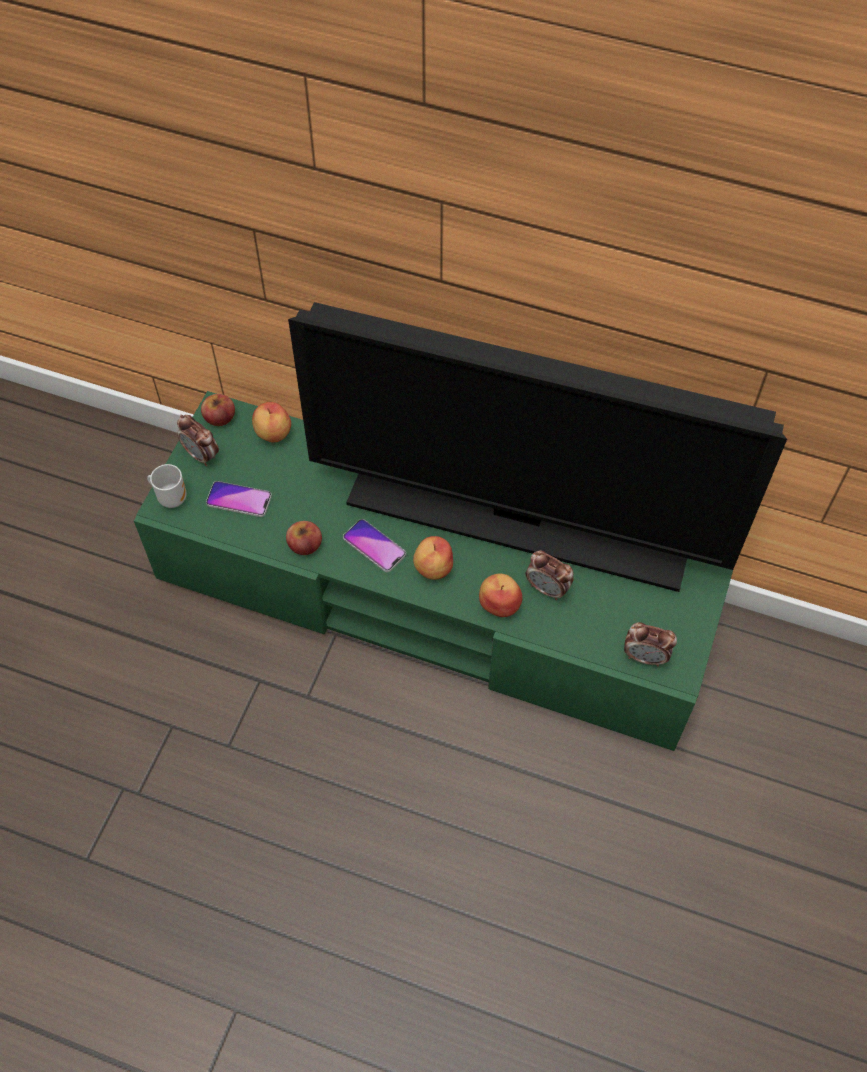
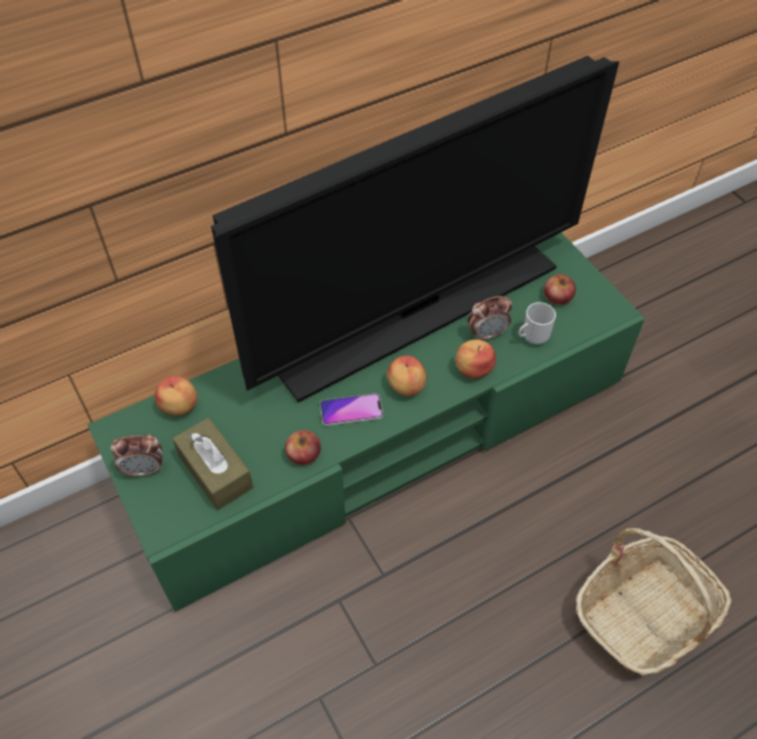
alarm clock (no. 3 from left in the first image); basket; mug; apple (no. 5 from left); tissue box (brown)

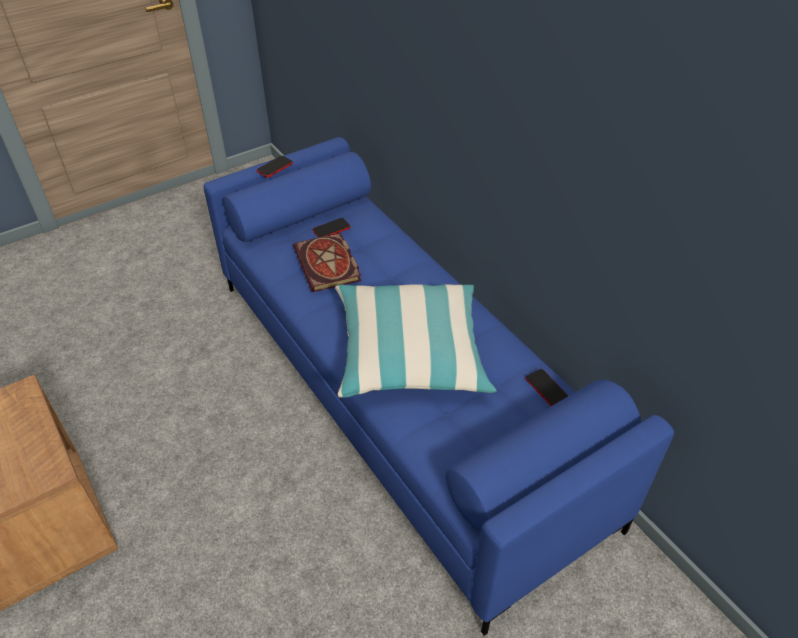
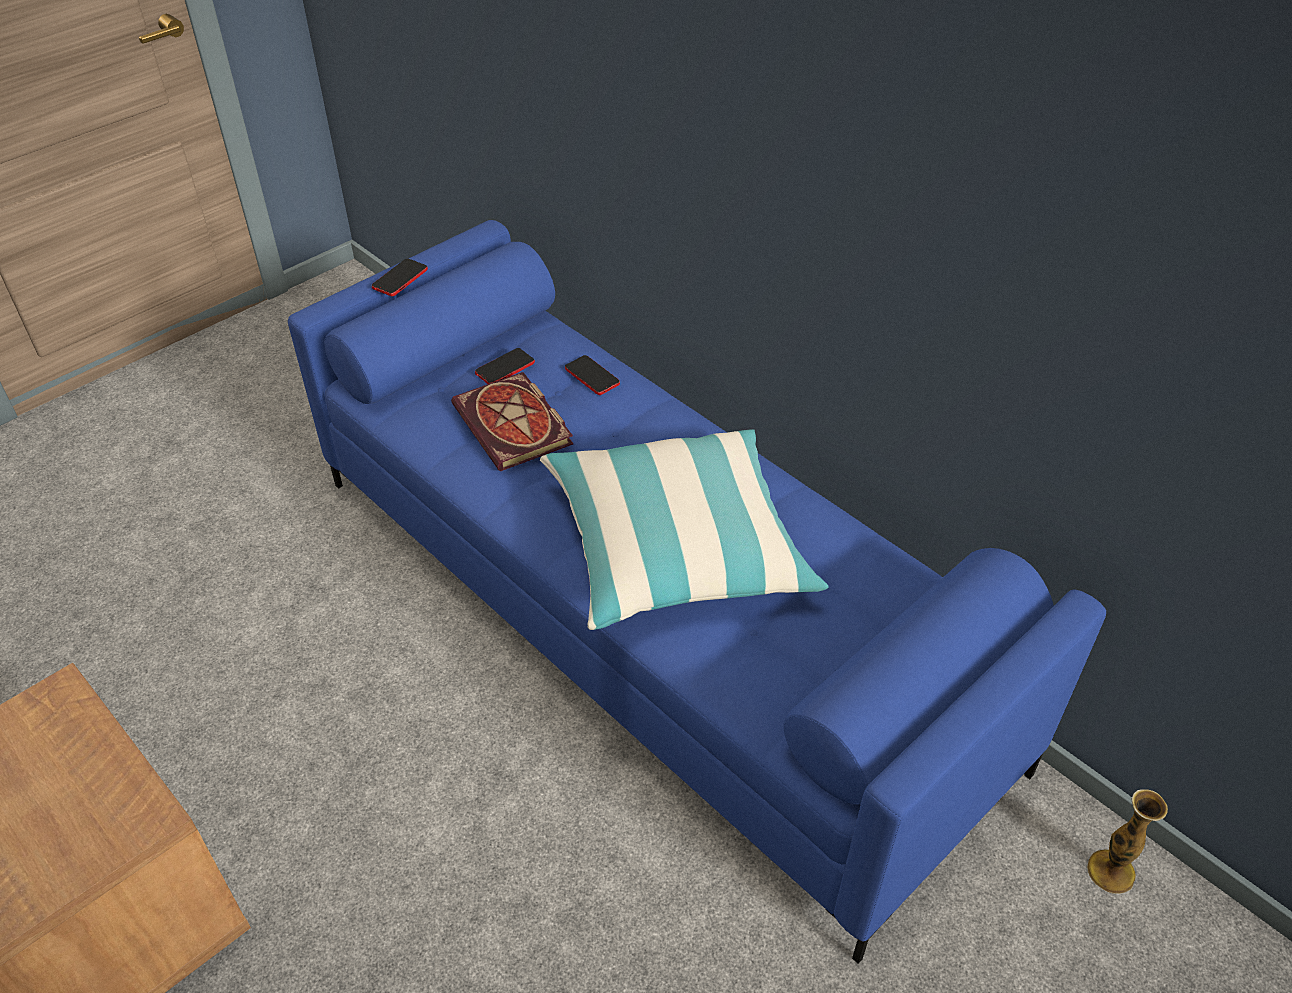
vase; phone (no. 3 from left)

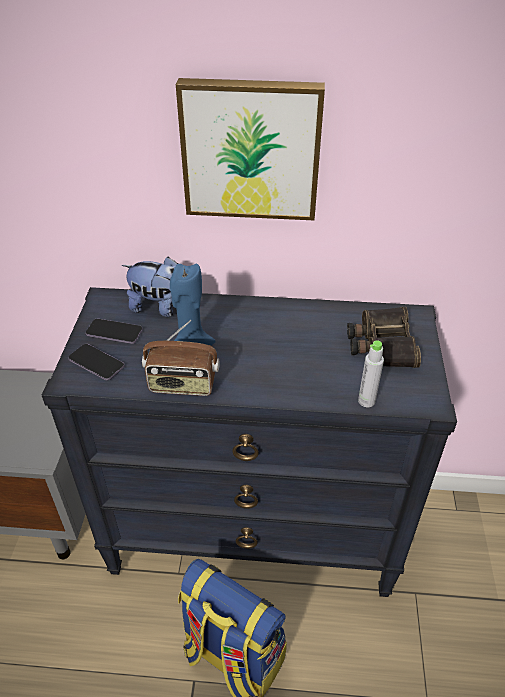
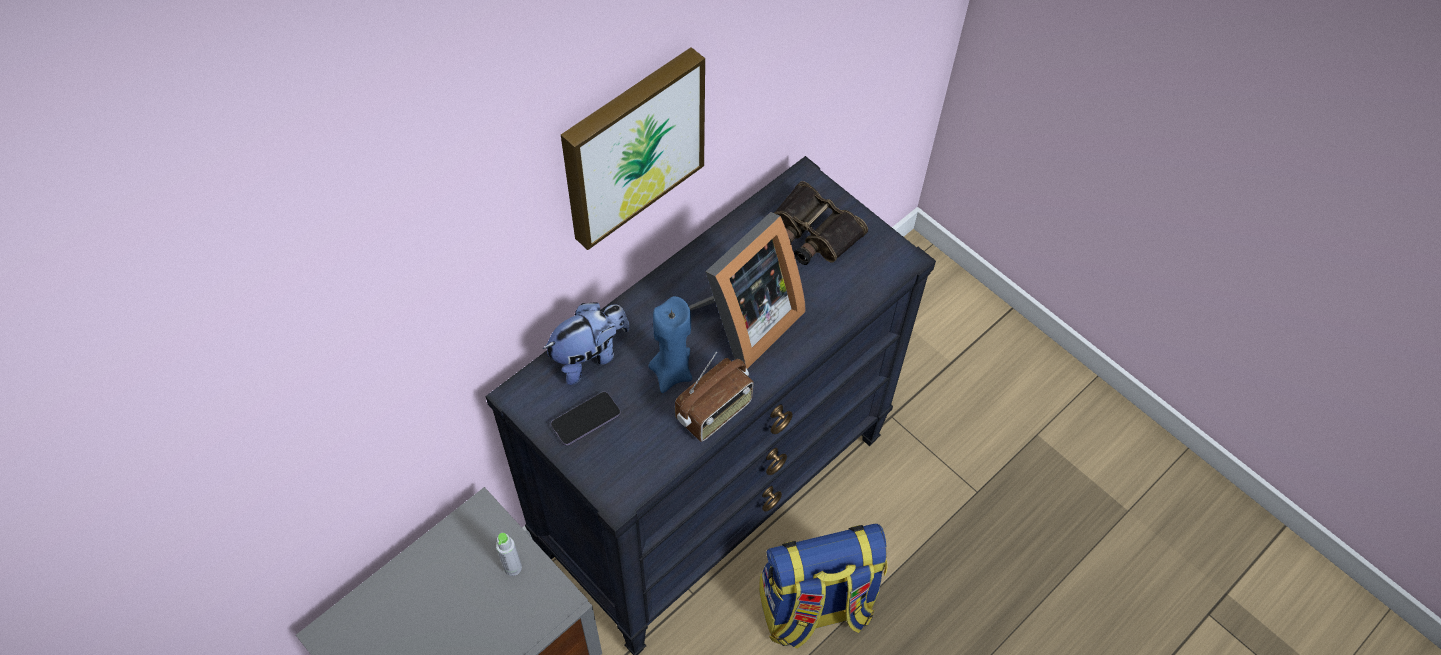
phone (no. 1 from left in the first image); picture frame; bottle (grey)

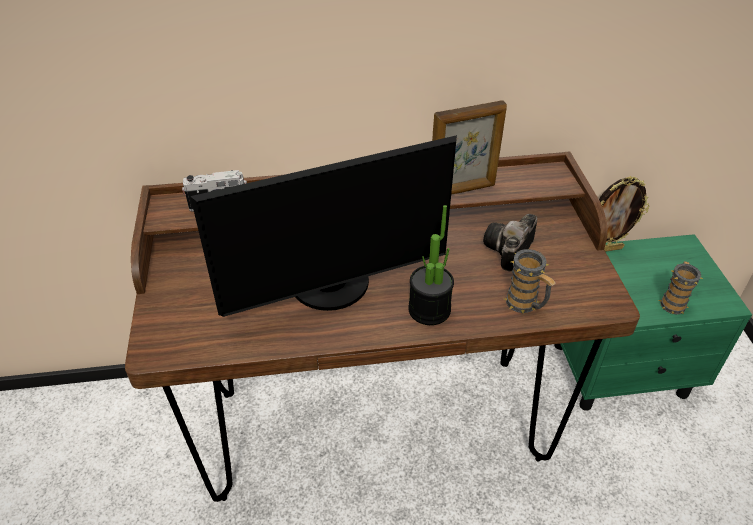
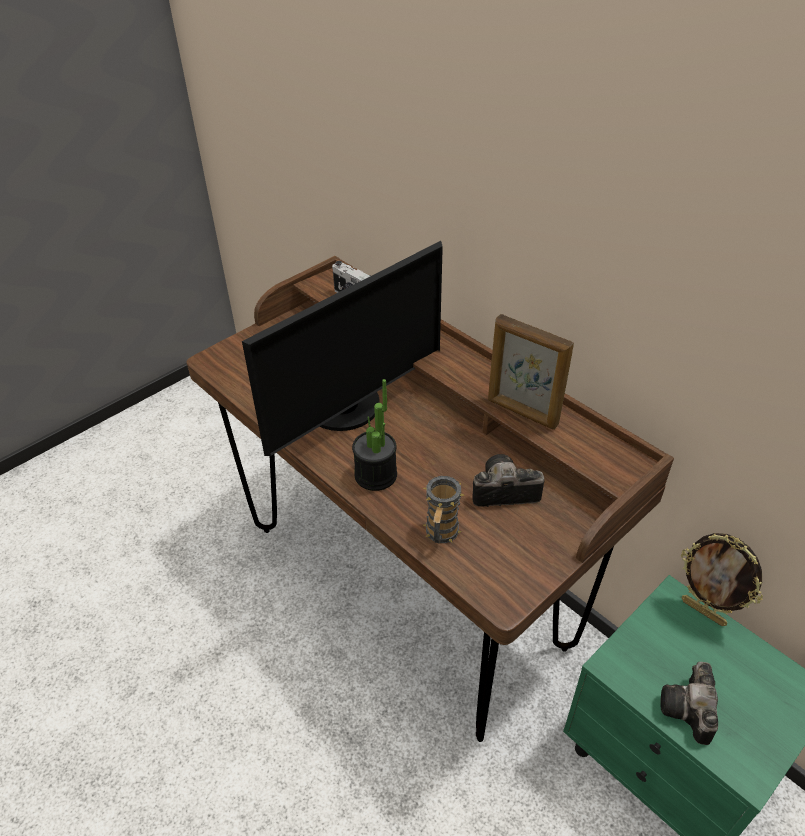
photo camera (no. 3 from left); monitor

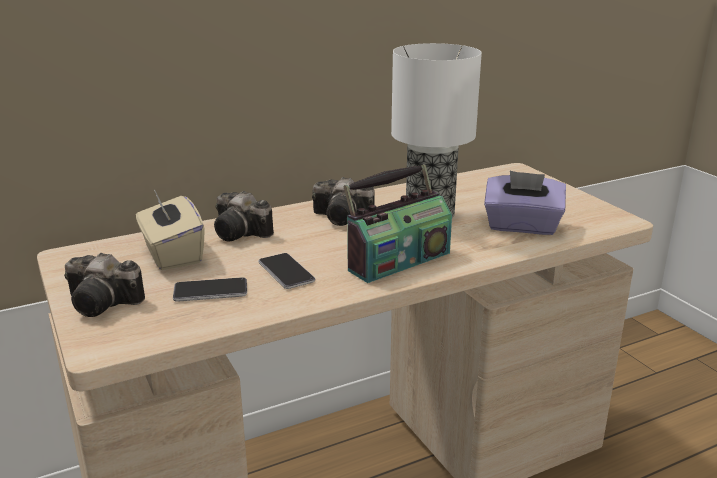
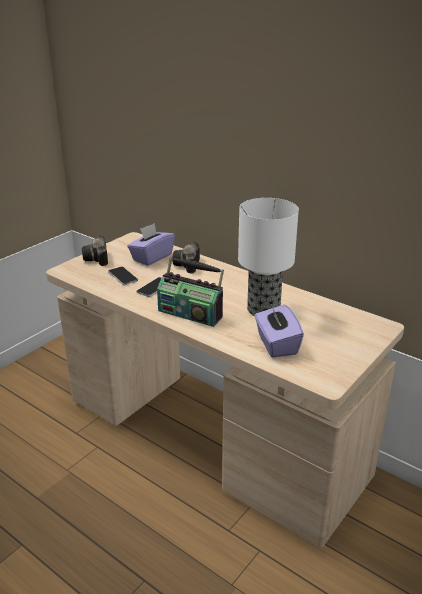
photo camera (no. 3 from left in the first image); tissue box (purple) (no. 1 from left)

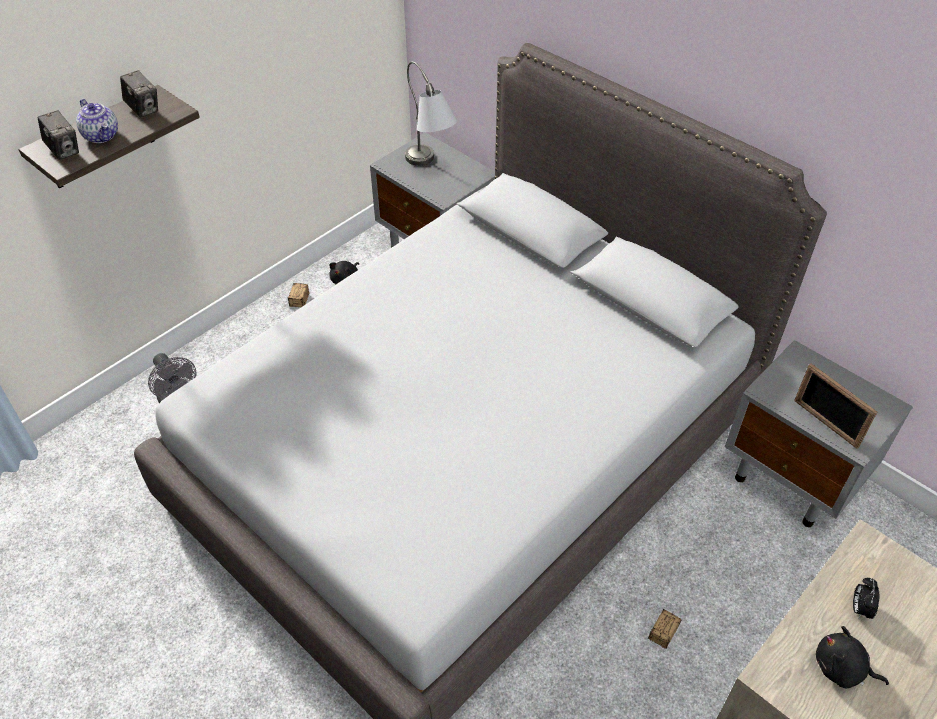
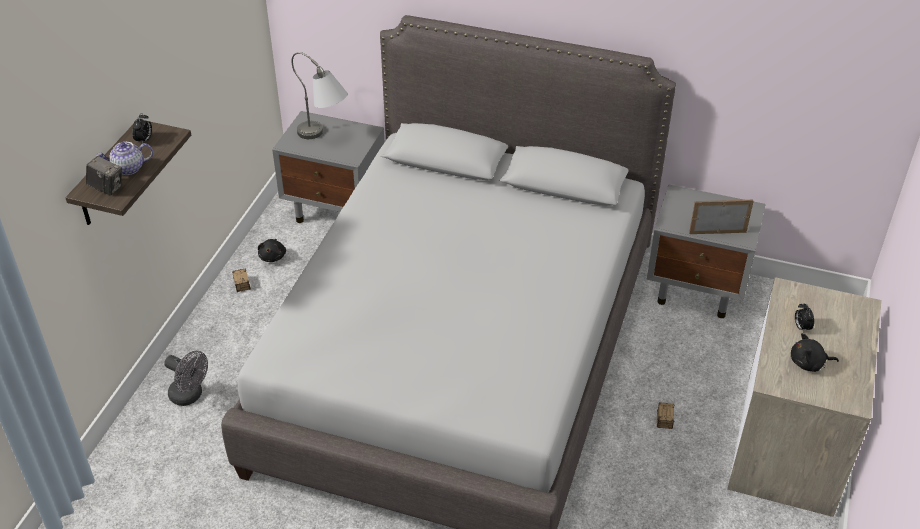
alarm clock (no. 1 from left); teapot; picture frame

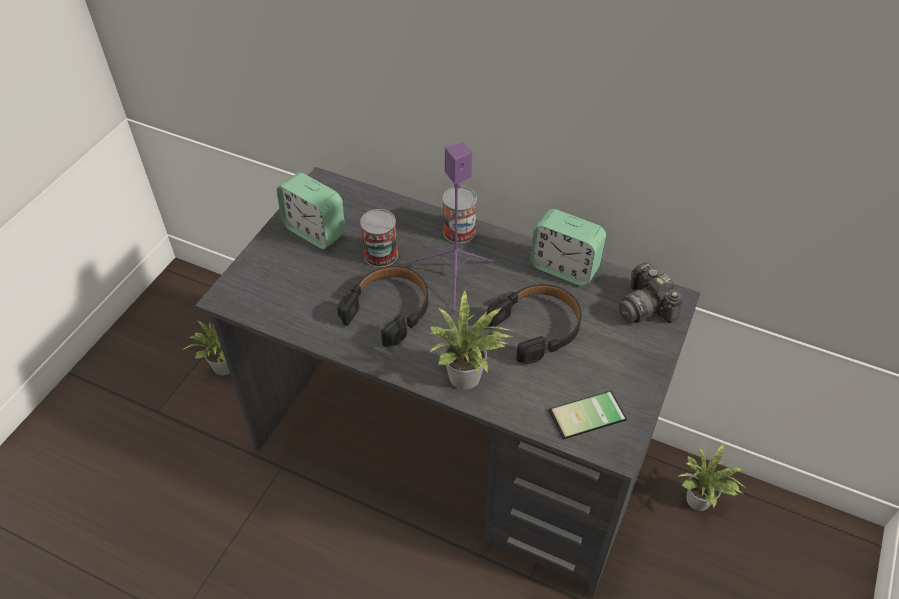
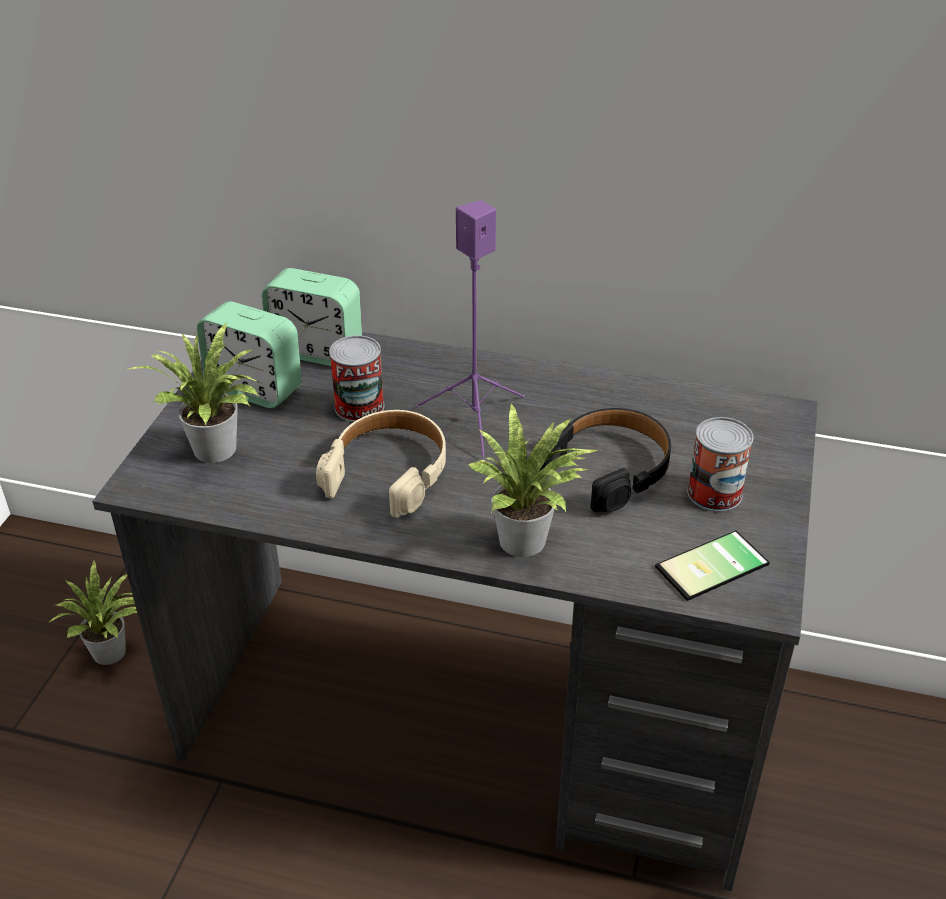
photo camera; can (no. 2 from left); alarm clock (no. 2 from left); potted plant (no. 2 from left); headphones (beige)

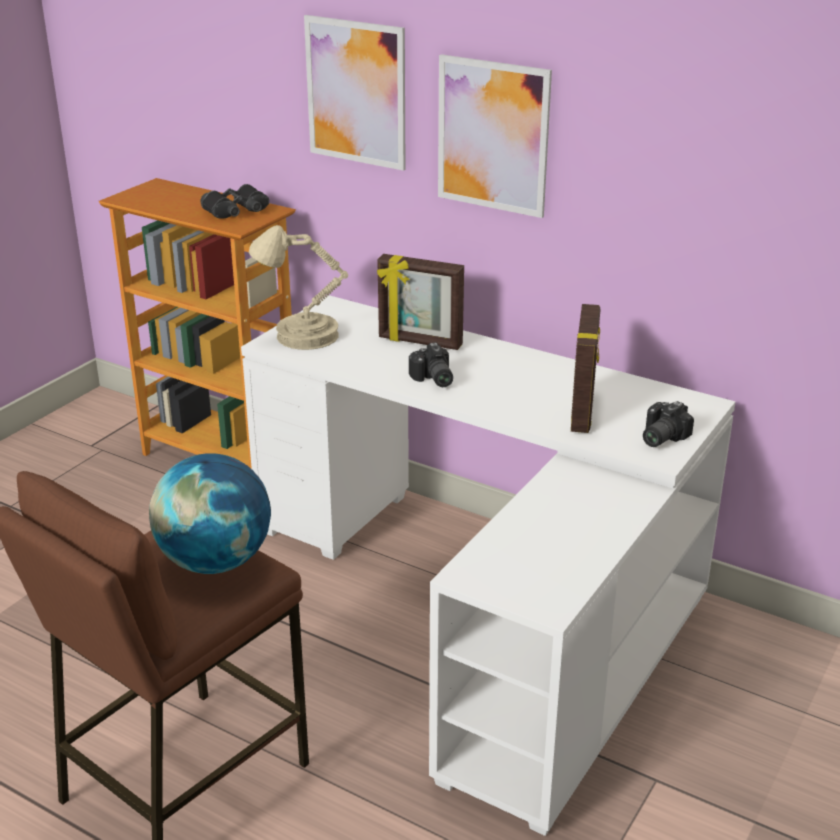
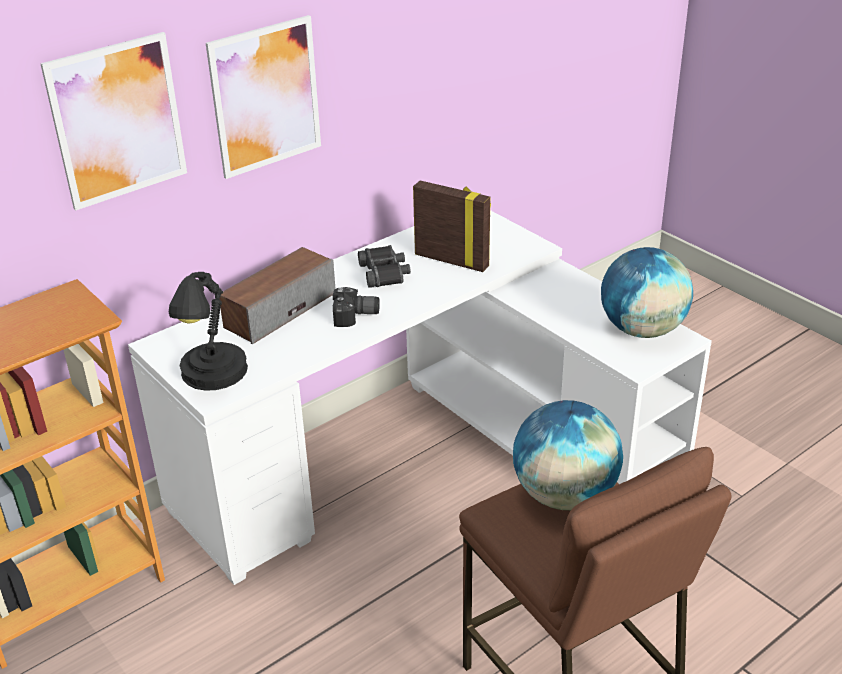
photo camera (no. 2 from left in the first image); globe (no. 2 from left); binoculars (black); speaker; table lamp (black)

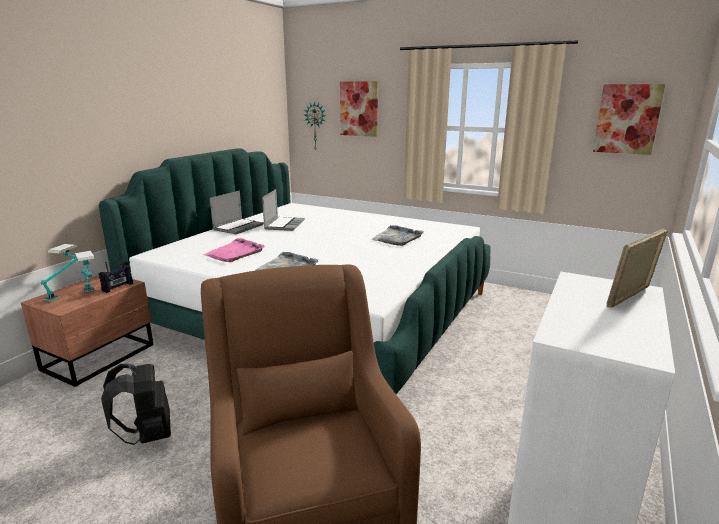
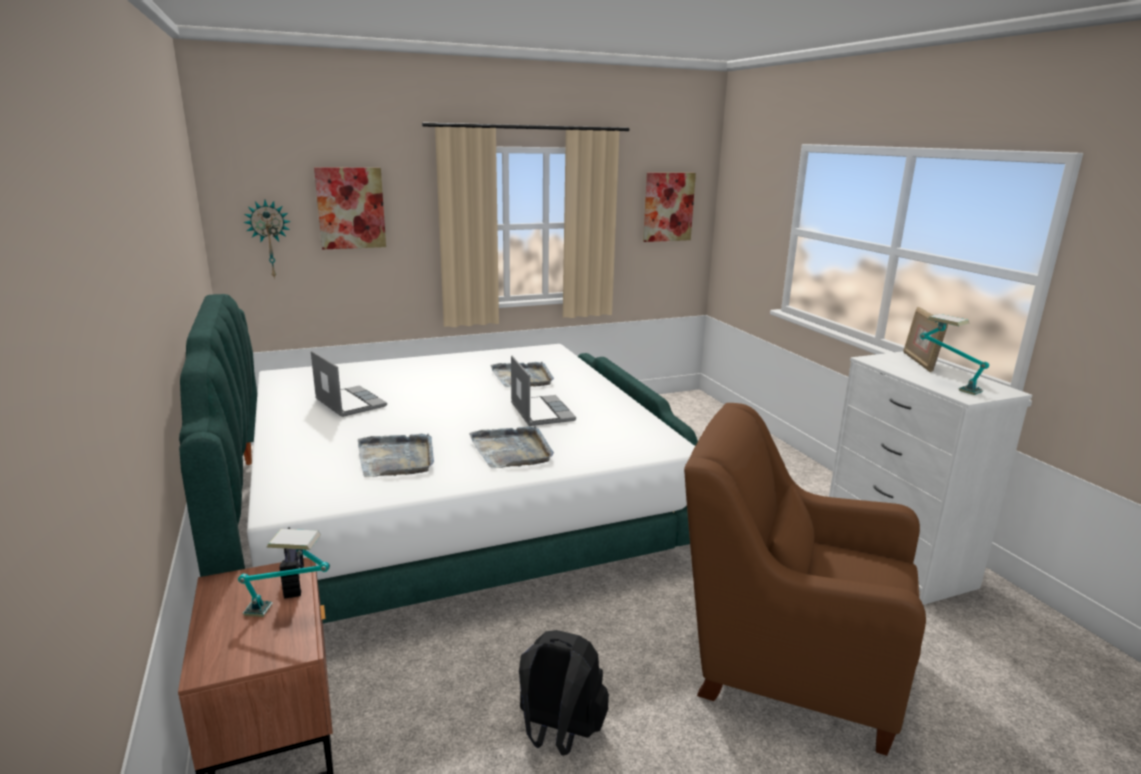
table lamp (no. 2 from left); laptop (no. 2 from left); tray (grey) (no. 1 from left)

